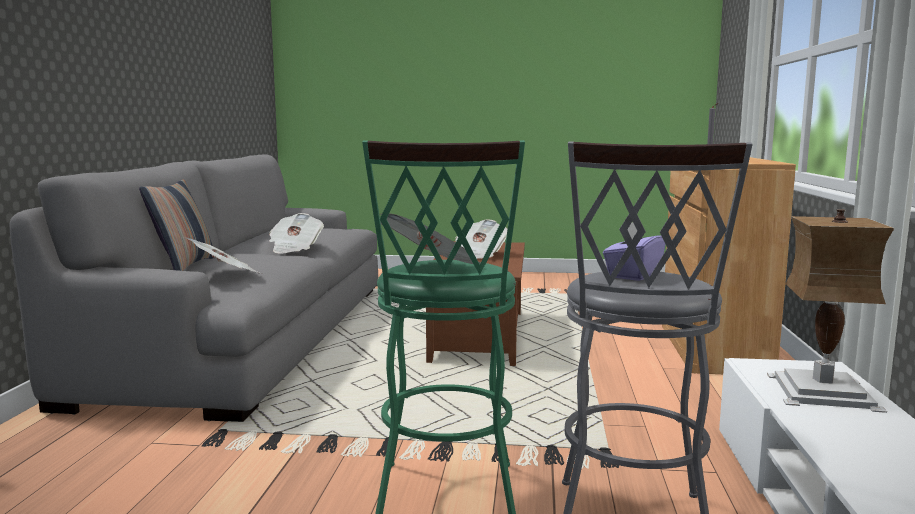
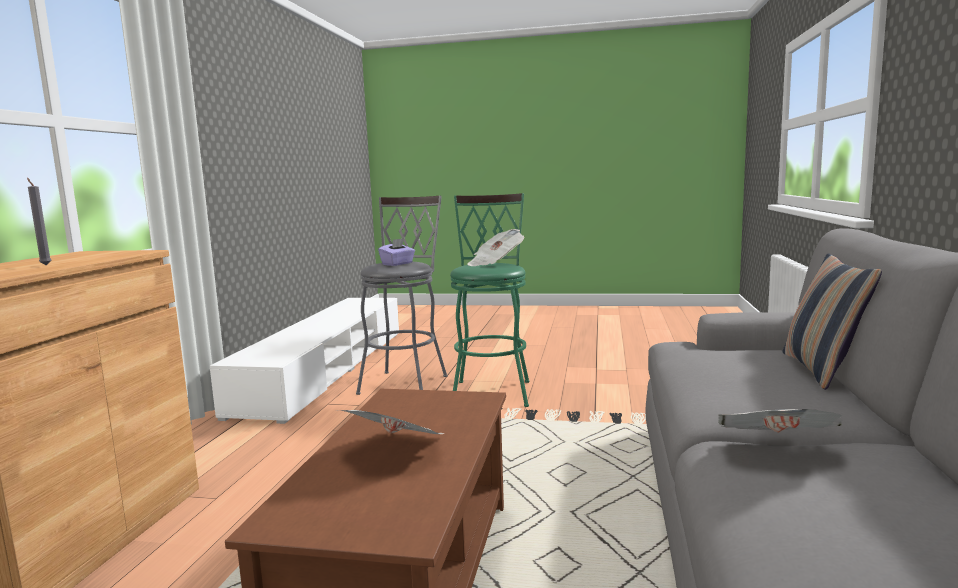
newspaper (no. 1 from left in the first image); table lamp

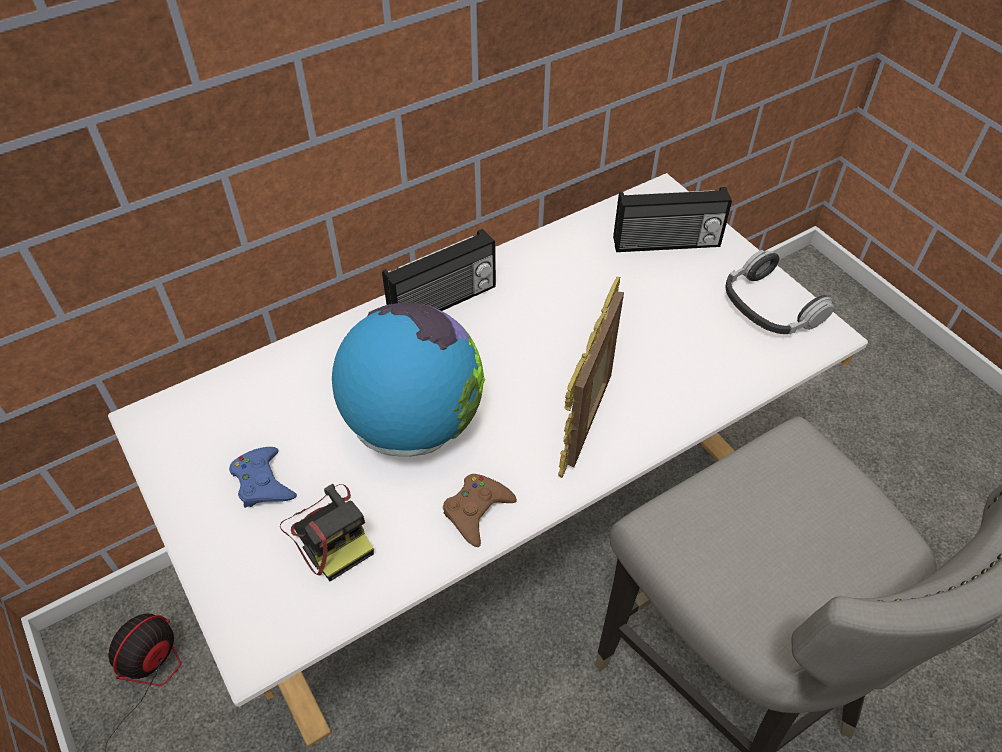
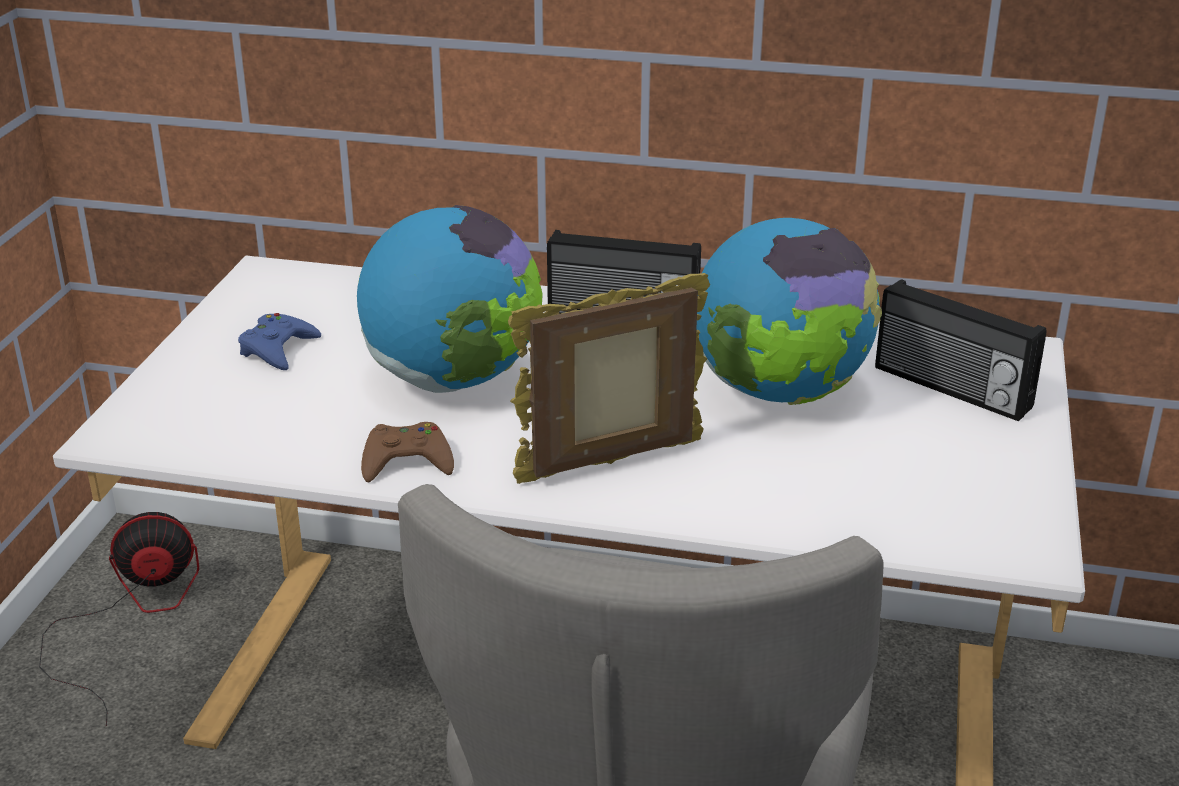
photo camera; headphones; globe (no. 2 from left)

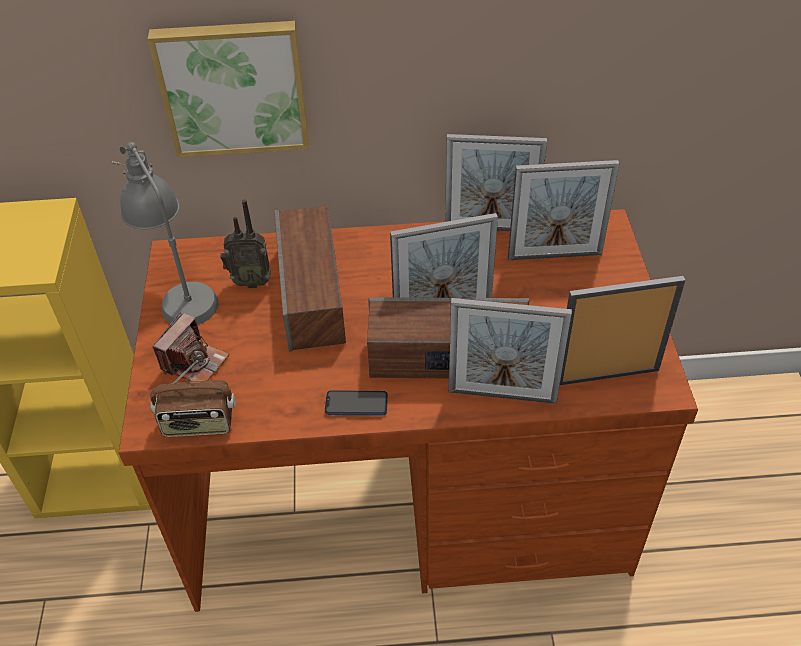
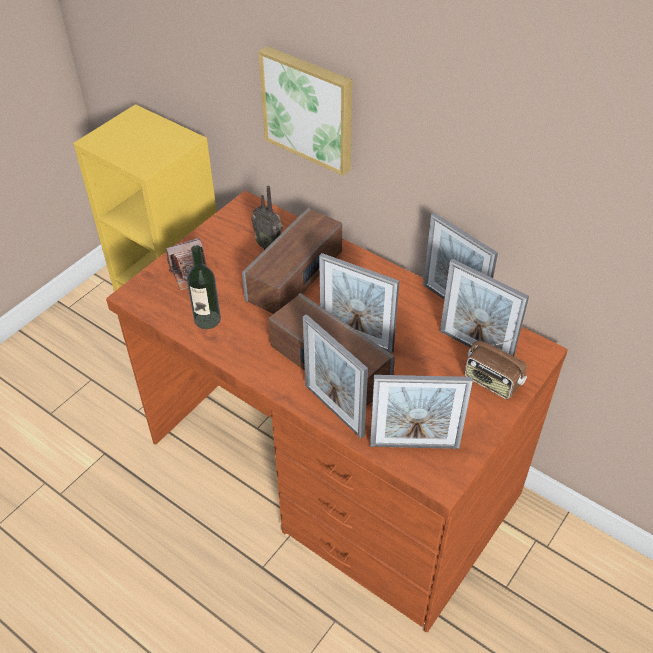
table lamp (grey); phone; bottle; radio (no. 2 from left); picture frame (no. 3 from left)

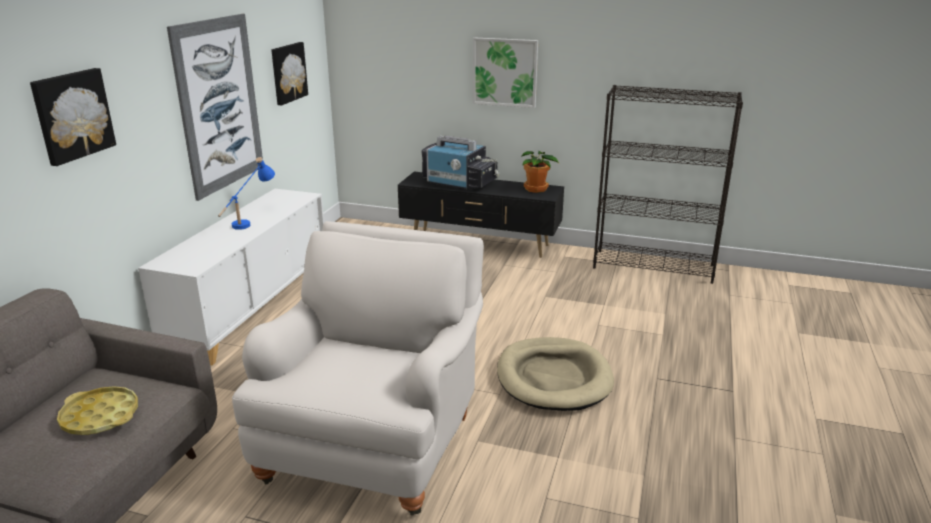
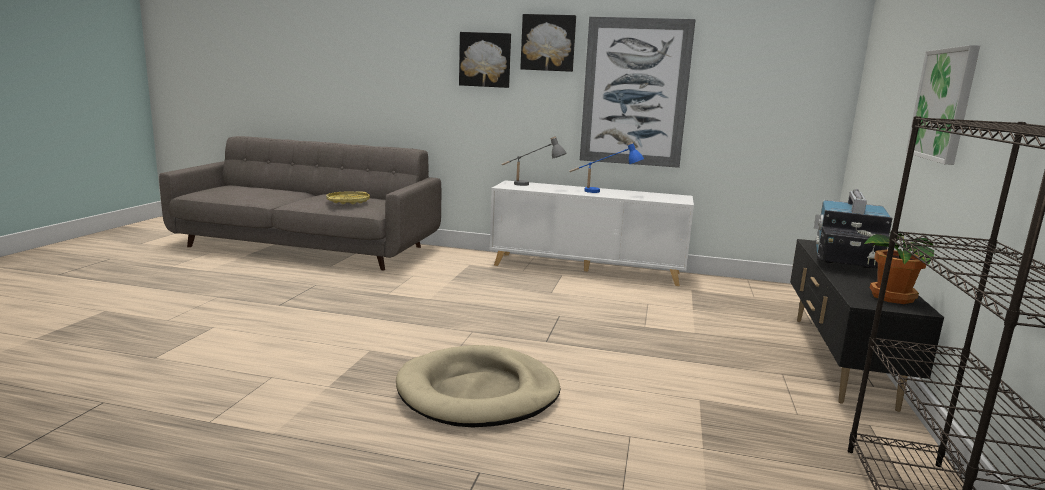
armchair (white); table lamp (grey); picture (no. 2 from left)

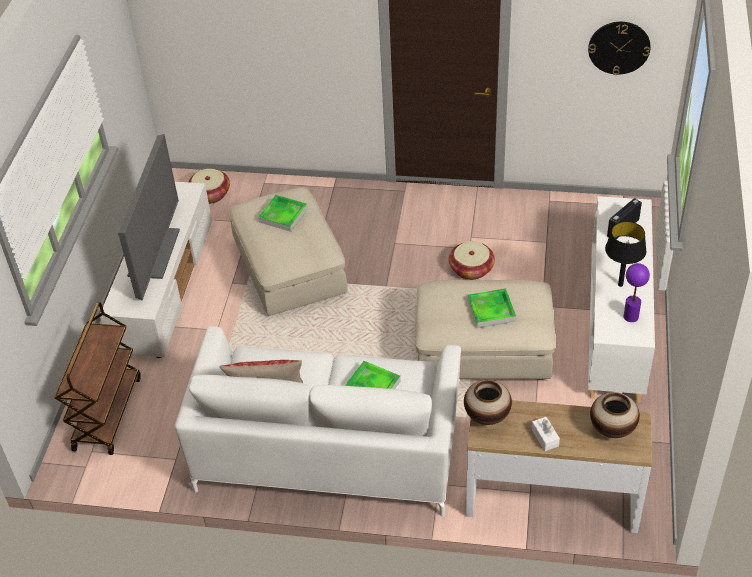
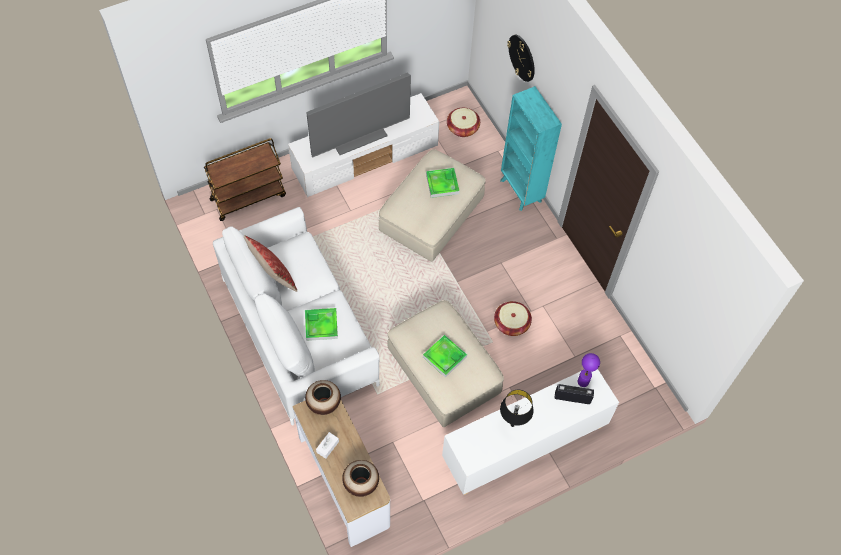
bookcase (turquoise); wall clock; table lamp (purple)

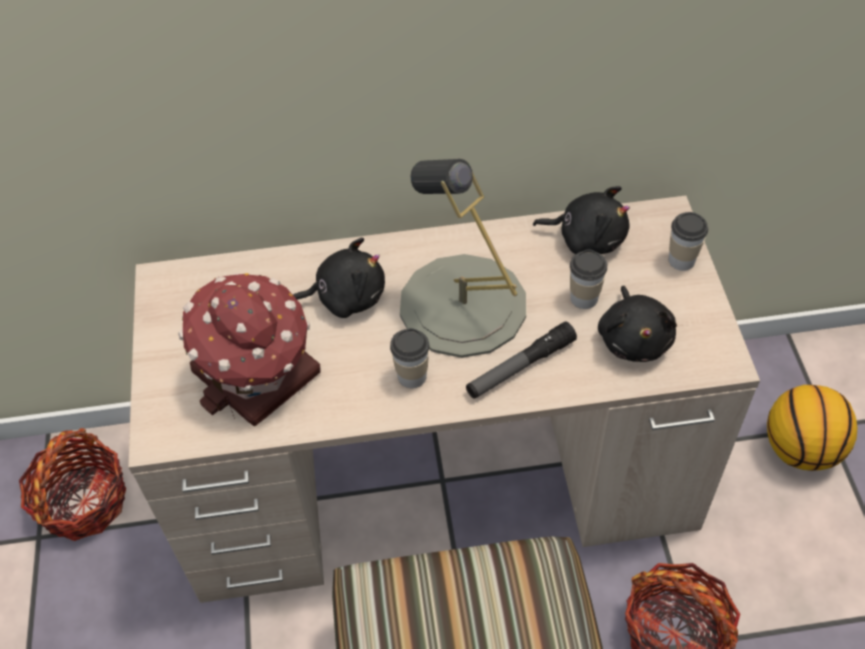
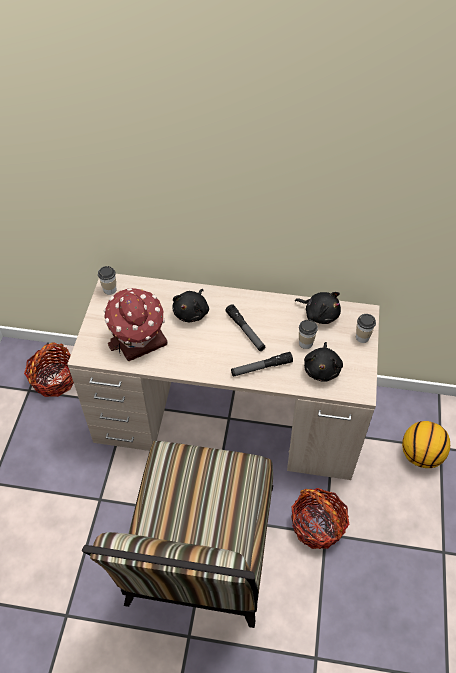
cup (no. 1 from left); flashlight (no. 1 from left); plush toy (black) (no. 1 from left)

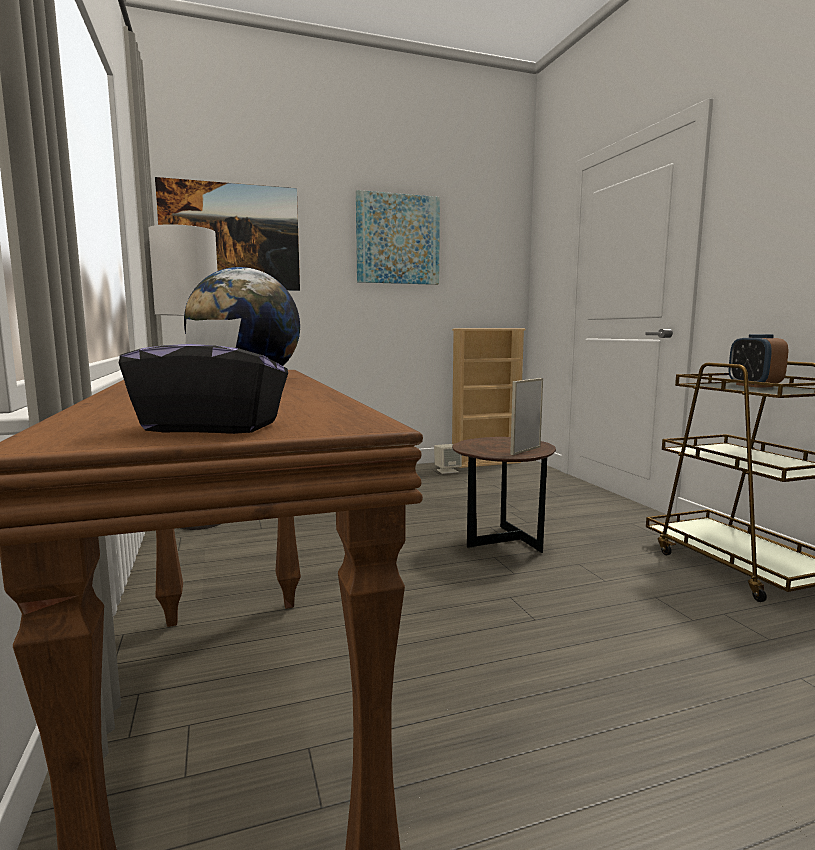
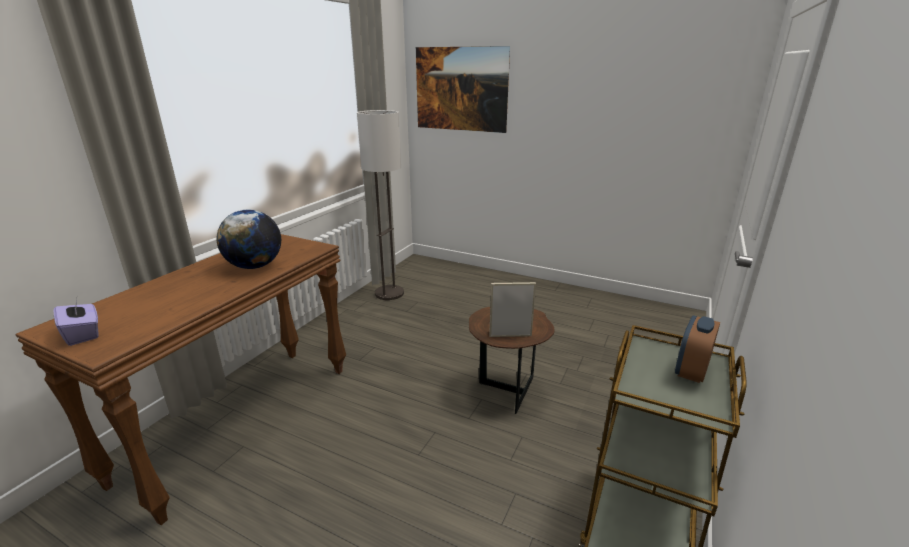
picture (no. 2 from left in the first image); speaker (beige); bookcase (beige); tissue box (purple)

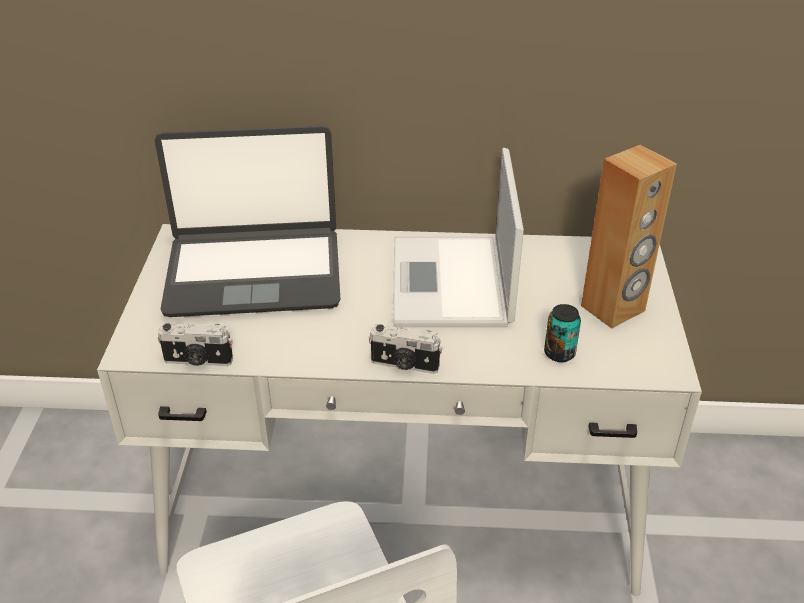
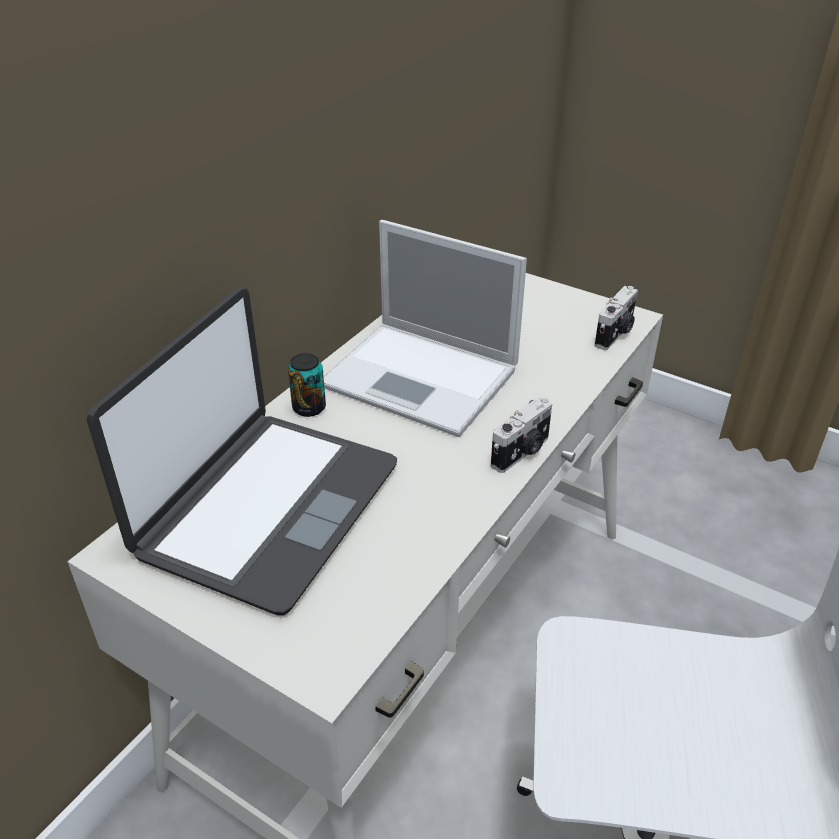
speaker (brown); photo camera (no. 2 from left); can

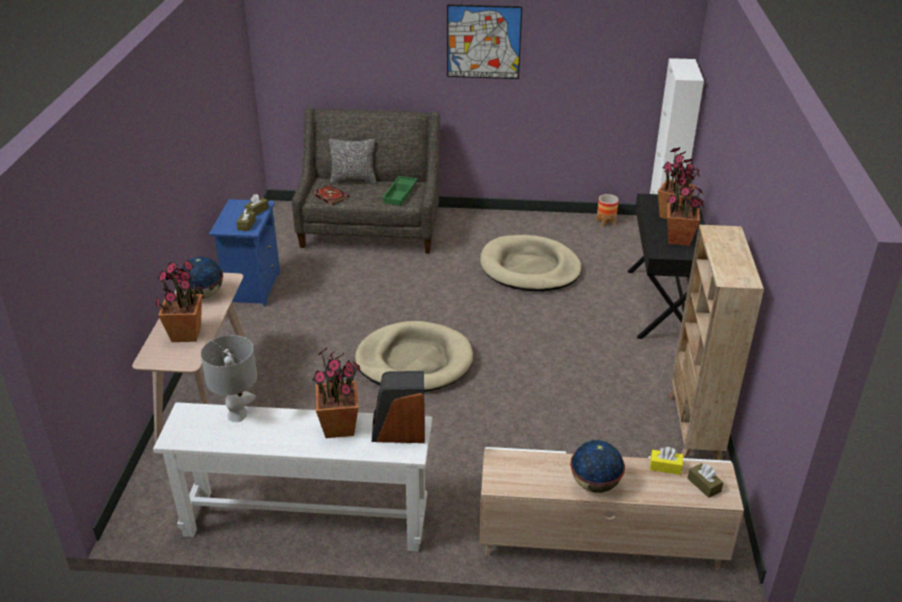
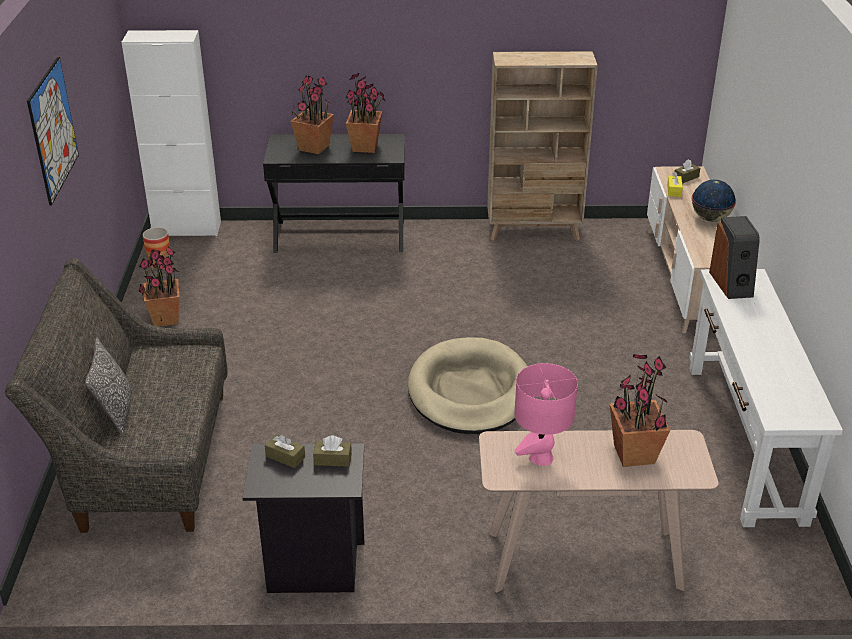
table lamp (grey); book; tray (green); dog bed (beige) (no. 2 from left in the first image); potted plant (no. 1 from left); table lamp (pink); nightstand (black)

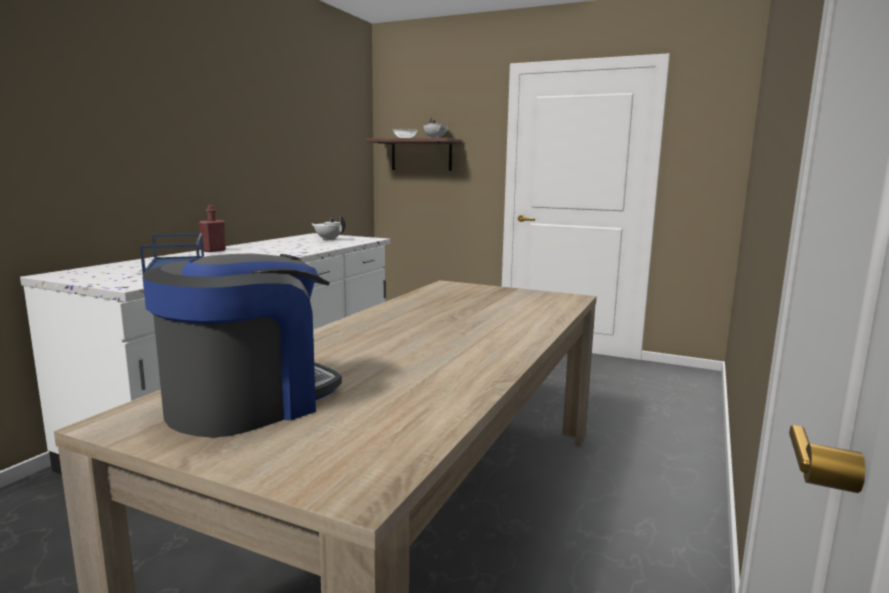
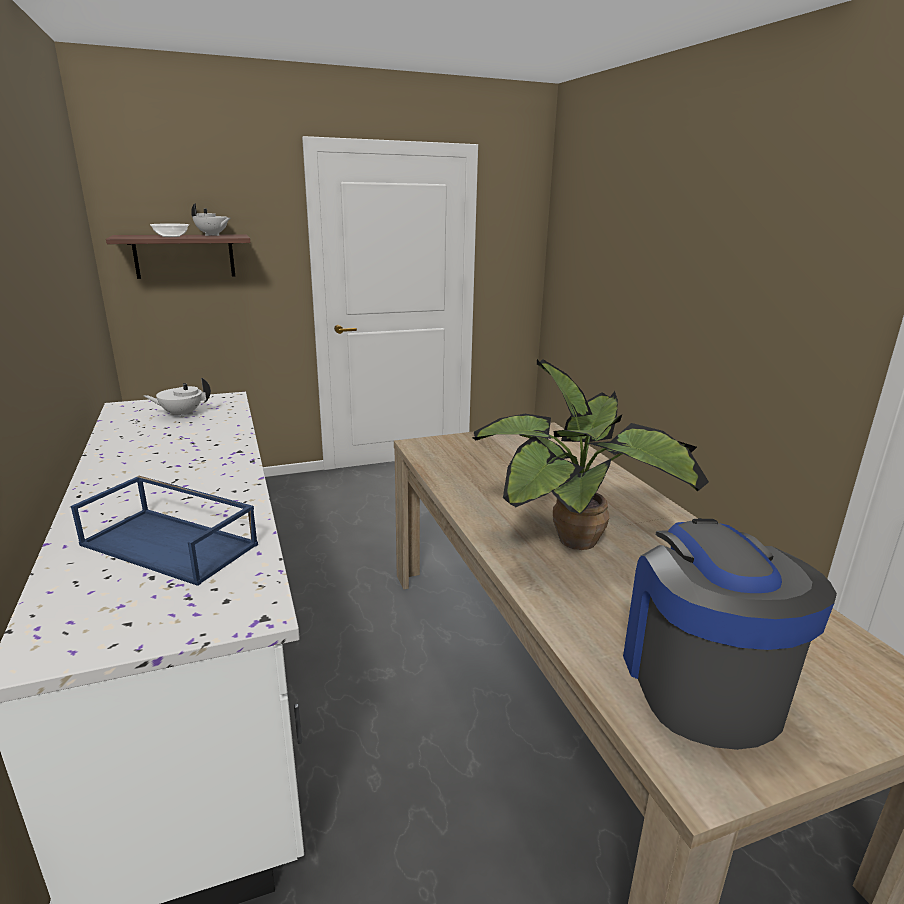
bottle (red); potted plant

